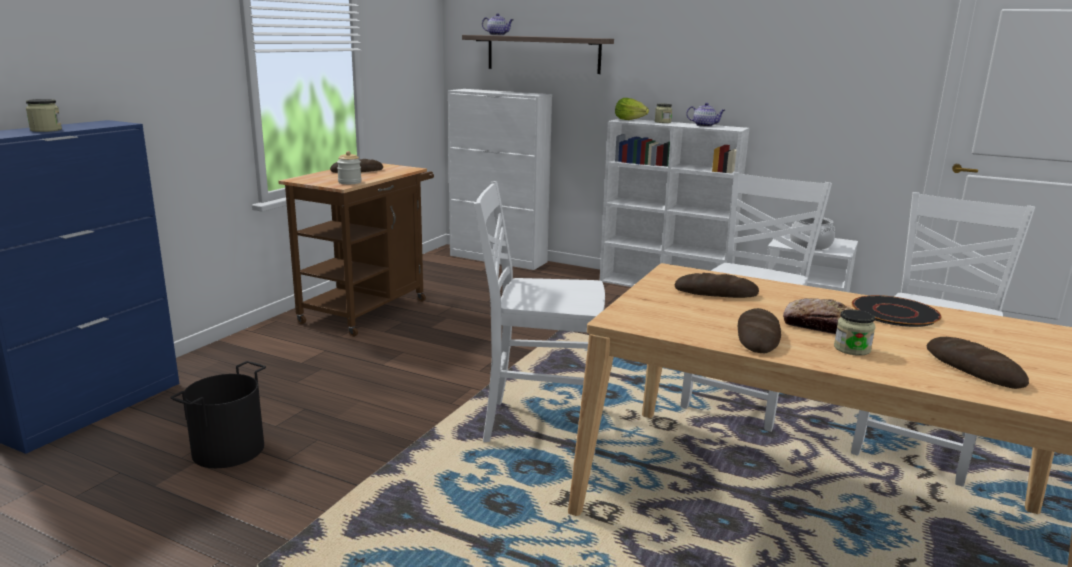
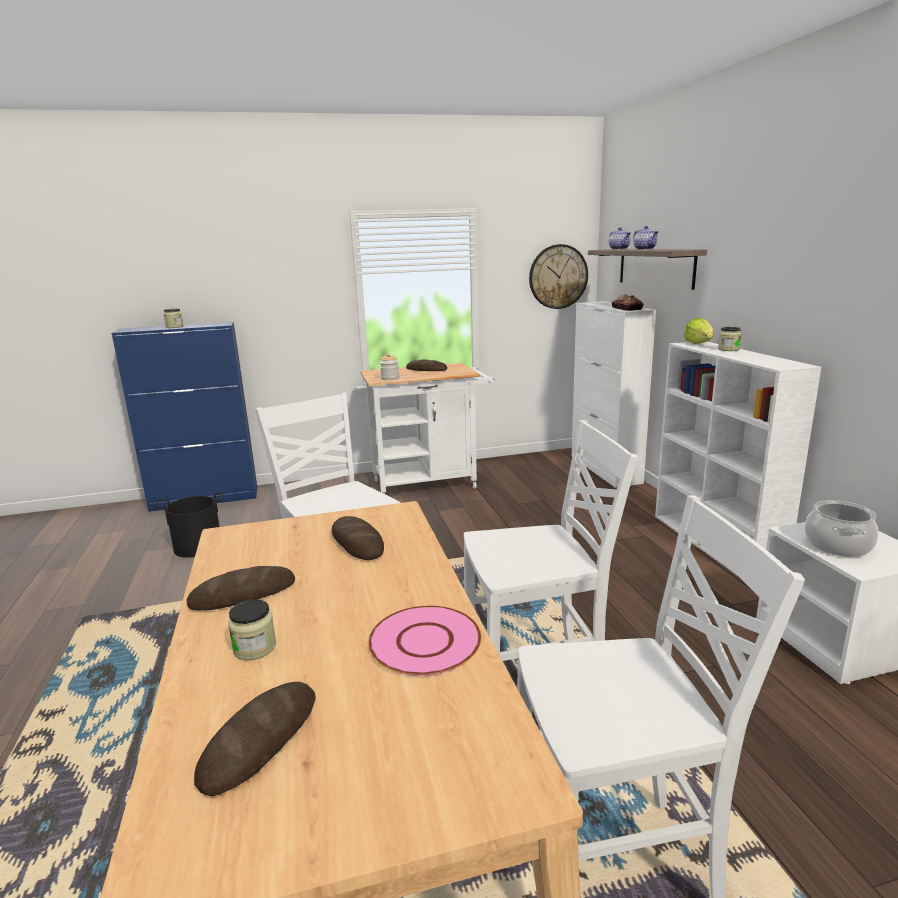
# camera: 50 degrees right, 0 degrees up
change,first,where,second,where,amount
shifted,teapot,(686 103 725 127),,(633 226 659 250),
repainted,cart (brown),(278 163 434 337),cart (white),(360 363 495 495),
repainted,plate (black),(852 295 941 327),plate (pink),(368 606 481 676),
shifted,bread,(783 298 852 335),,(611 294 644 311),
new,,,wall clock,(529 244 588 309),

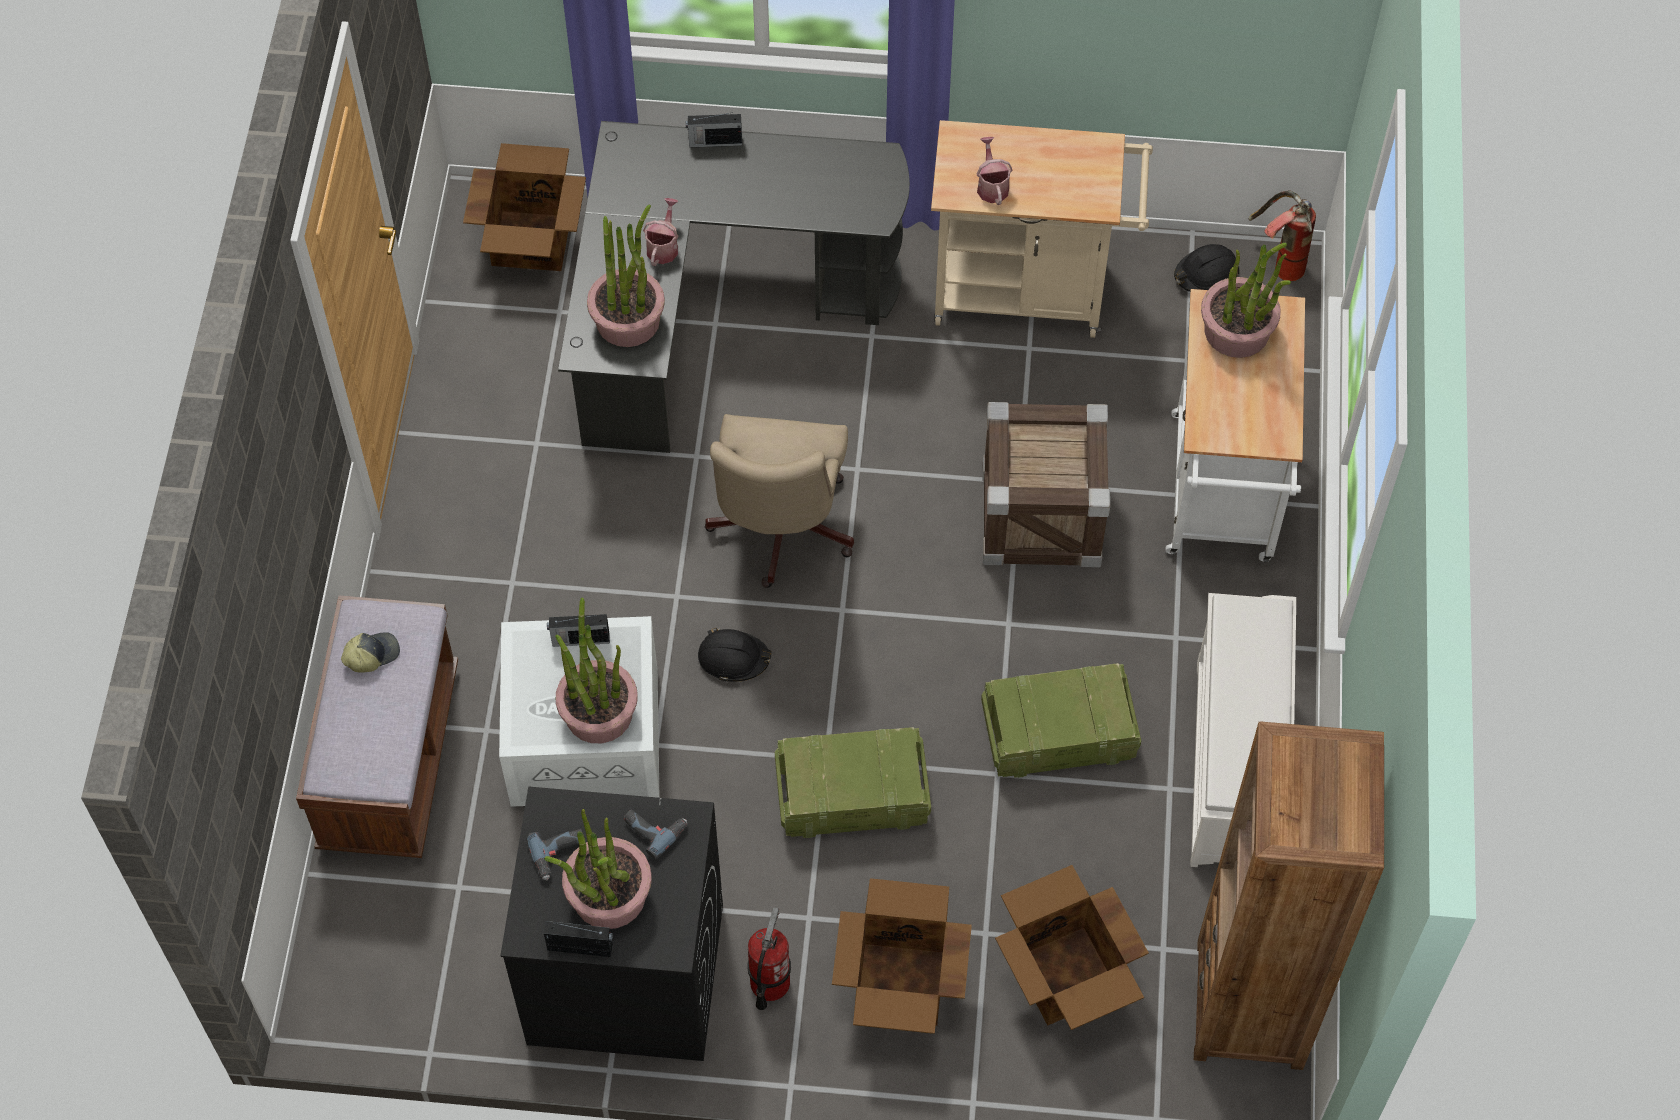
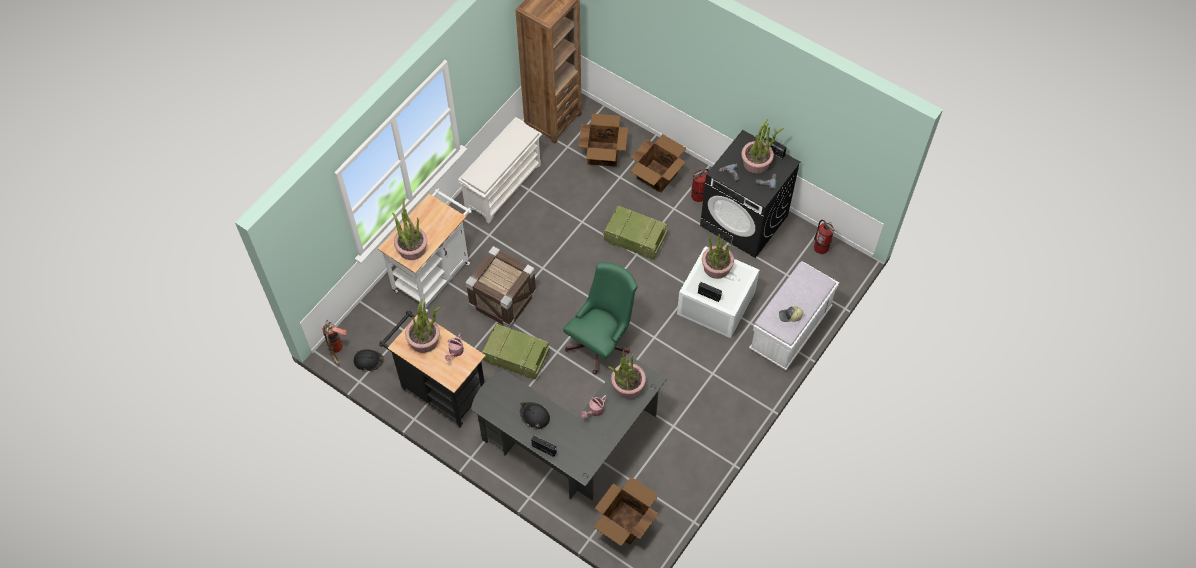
# camera: 150 degrees left, 0 degrees up
change,first,where,second,where,amount
repainted,cart (beige),(931 120 1153 338),cart (black),(379 311 486 427),
repainted,office chair (beige),(705 414 854 588),office chair (green),(563 262 638 374),
repainted,bench (brown),(296 595 458 858),bench (white),(749 261 839 370),
shifted,hard hat (black),(698 628 772 682),,(520 401 550 429),
shifted,crate,(981 663 1141 778),,(482 324 549 379),
new,,,fire extinguisher,(814 220 835 254),
new,,,potted plant,(405 299 440 353),

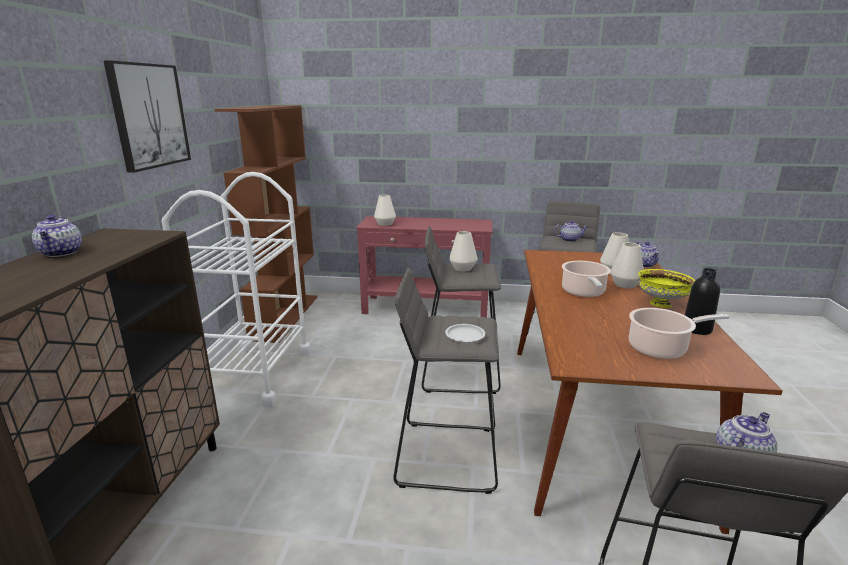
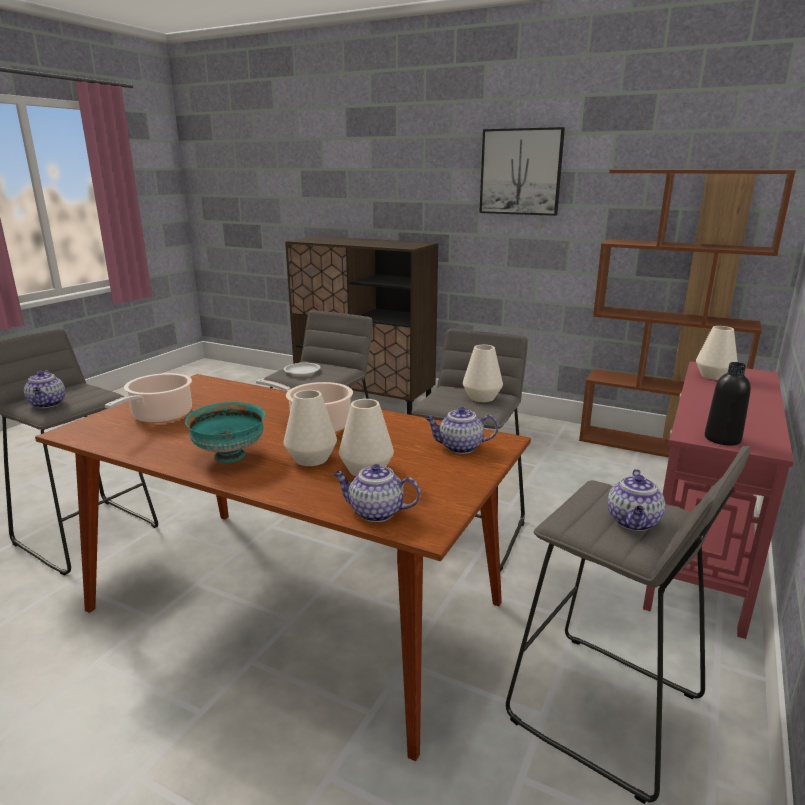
# camera: 110 degrees right, 0 degrees up
change,first,where,second,where,amount
gone,cart (white),(162 172 311 408),,,
shifted,teapot,(32 215 82 257),,(425 407 498 454),
shifted,bottle (black),(685 268 720 335),,(704 362 751 446),
repainted,bowl (yellow),(638 269 695 308),bowl (turquoise),(185 402 265 463),

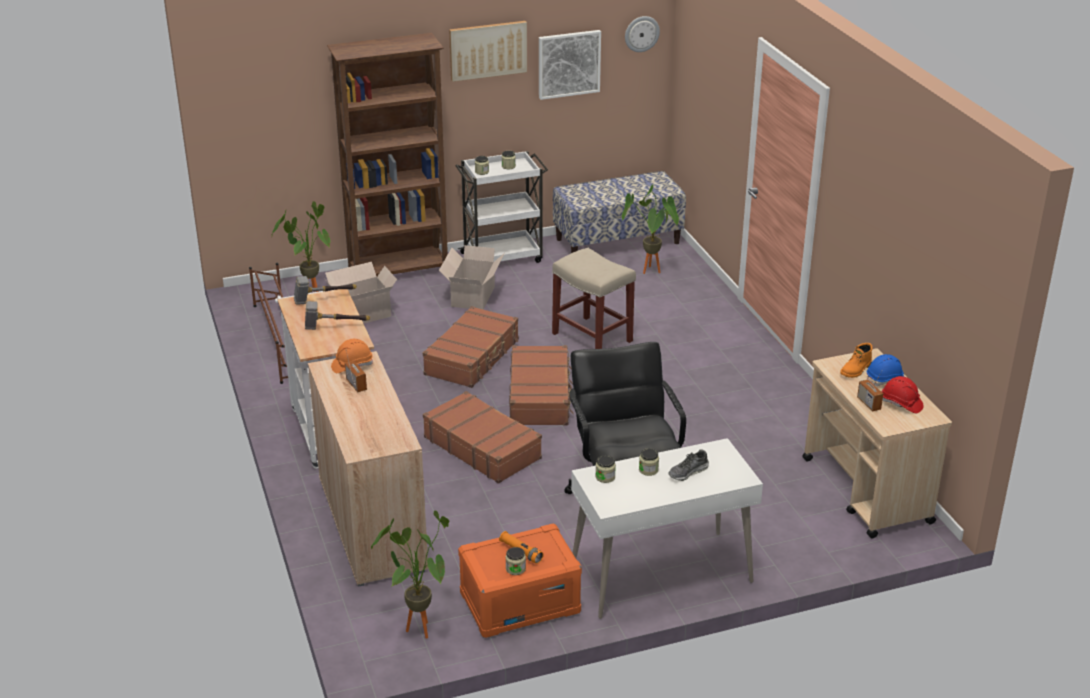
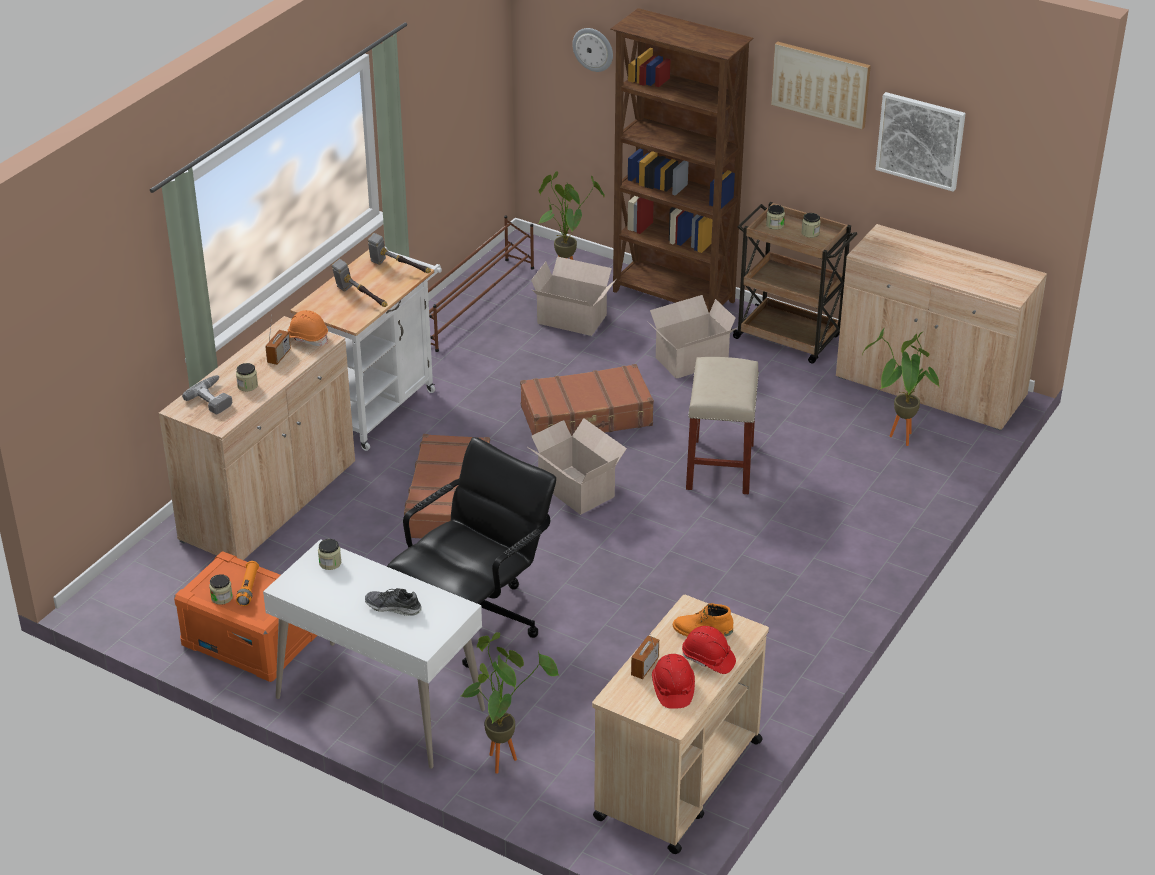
# camera: 50 degrees right, 5 degrees up
change,first,where,second,where,amount
shifted,wall clock,(625 16 660 52),,(572 28 613 72),
repainted,cart (white),(455 151 548 263),cart (brown),(731 202 857 364),
swapped,bench,(553 171 686 253),cabinet (beige),(836 224 1047 431),
swapped,suitcase (brown),(509 345 573 425),cardboard box,(526 418 627 515),
repainted,hard hat (blue),(867 354 905 386),hard hat (red),(682 626 736 674),
shifted,jar,(639 449 659 476),,(236 363 258 391),
shifted,potted plant,(371 511 449 639),,(461 632 559 774),
new,,,power drill,(182 375 232 415),

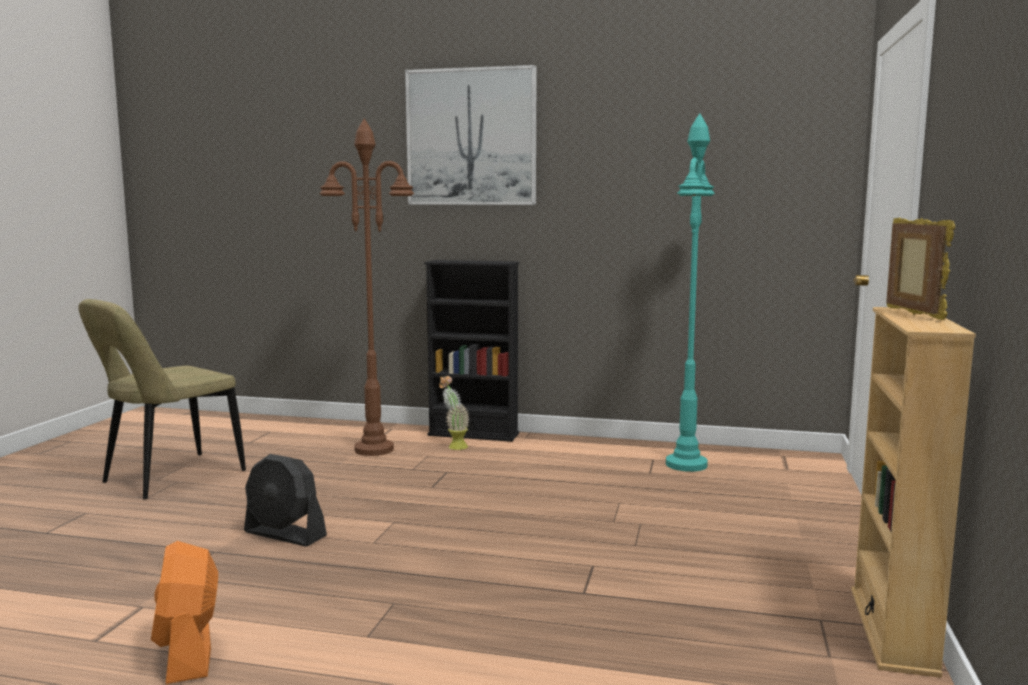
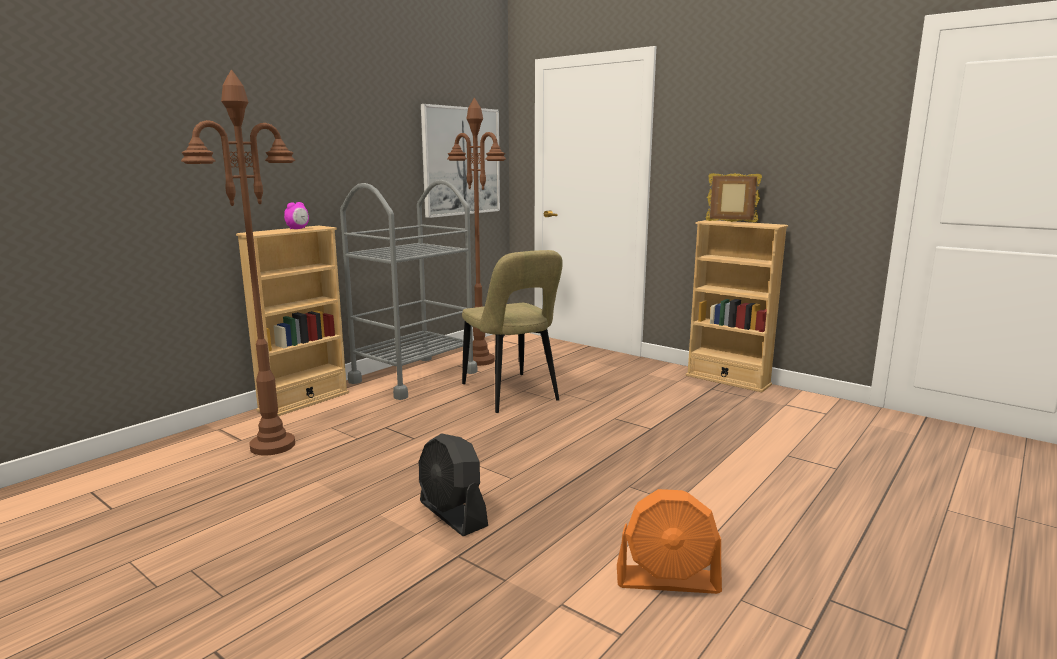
# camera: 65 degrees left, 5 degrees up
change,first,where,second,where,amount
shifted,picture,(405 65 537 205),,(421 104 500 218),
repainted,floor lamp (turquoise),(666 113 715 472),floor lamp (brown),(447 98 506 366),
repainted,bookcase (black),(424 260 520 442),bookcase (beige),(236 226 349 416),
shifted,chair (beige),(78 299 246 499),,(462 250 563 413),
gone,potted plant,(439 376 470 450),,,
rotated,fan (black),(244 454 327 547),,(419 433 488 536),90 degrees clockwise
new,,,cart (grey),(340 180 478 400),
new,,,alarm clock,(284 202 309 230),

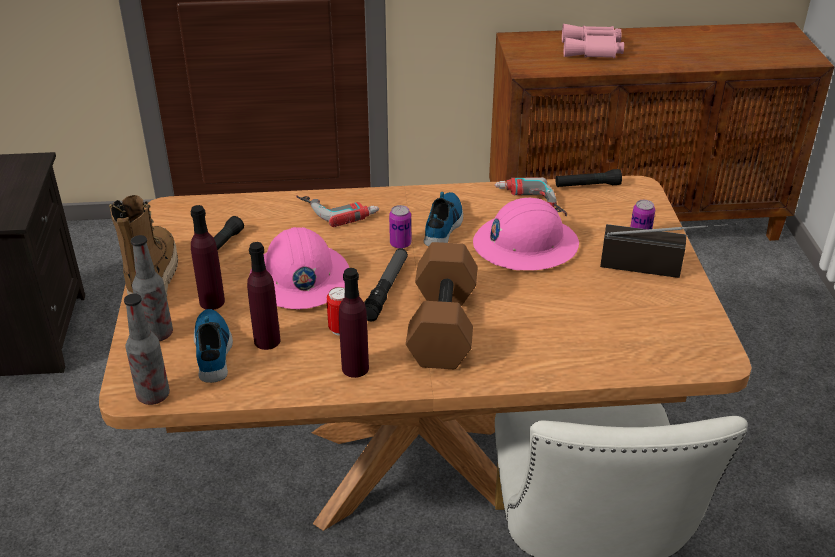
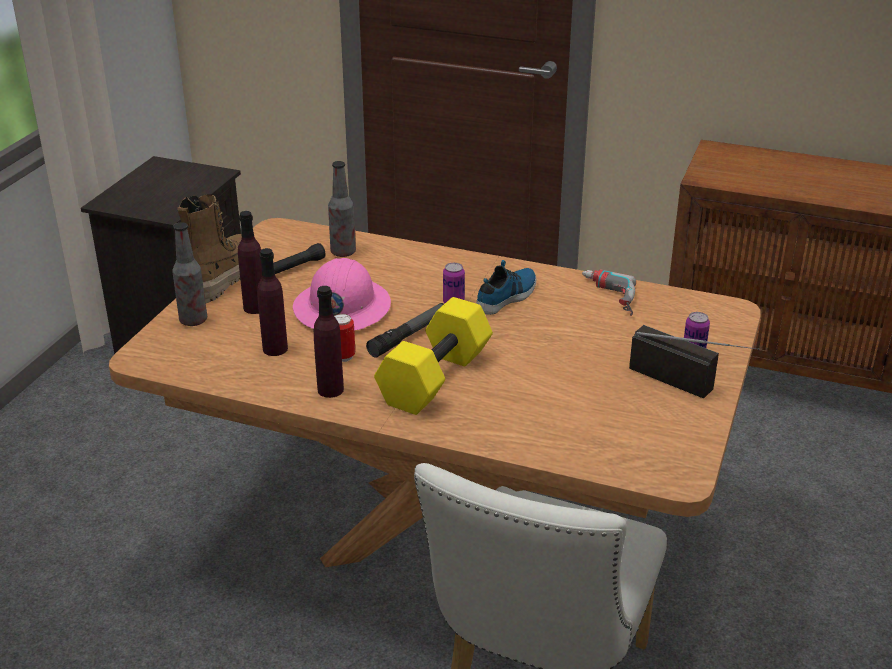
# camera: 25 degrees right, 5 degrees down
change,first,where,second,where,amount
gone,binoculars (pink),(562 24 624 58),,,
gone,flashlight (black),(556 169 622 187),,,
gone,power drill,(296 195 379 227),,,
gone,hard hat (pink),(473 198 579 270),,,
repainted,dumbbell (brown),(406 242 477 369),dumbbell (yellow),(374 297 493 415),
shifted,bottle,(124 293 170 405),,(328 161 356 257),
gone,shoe,(194 309 233 383),,,

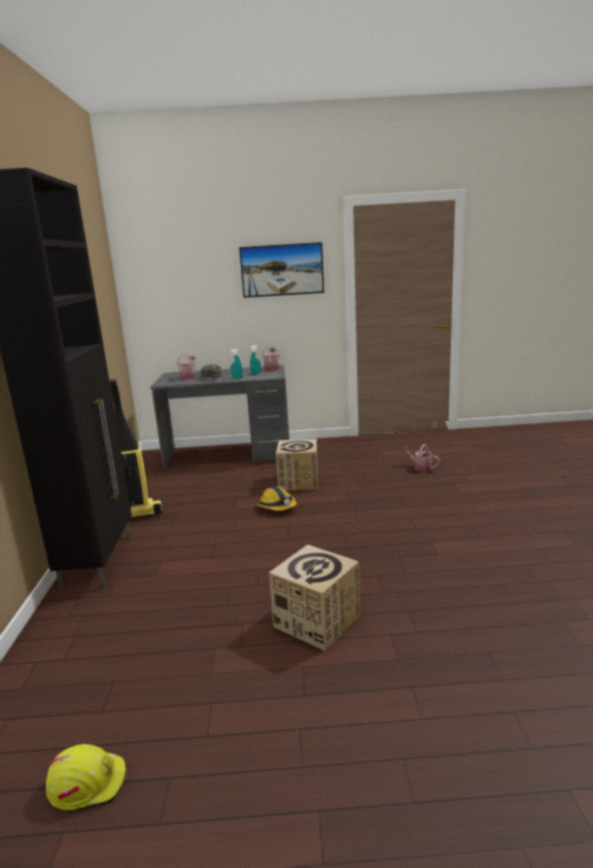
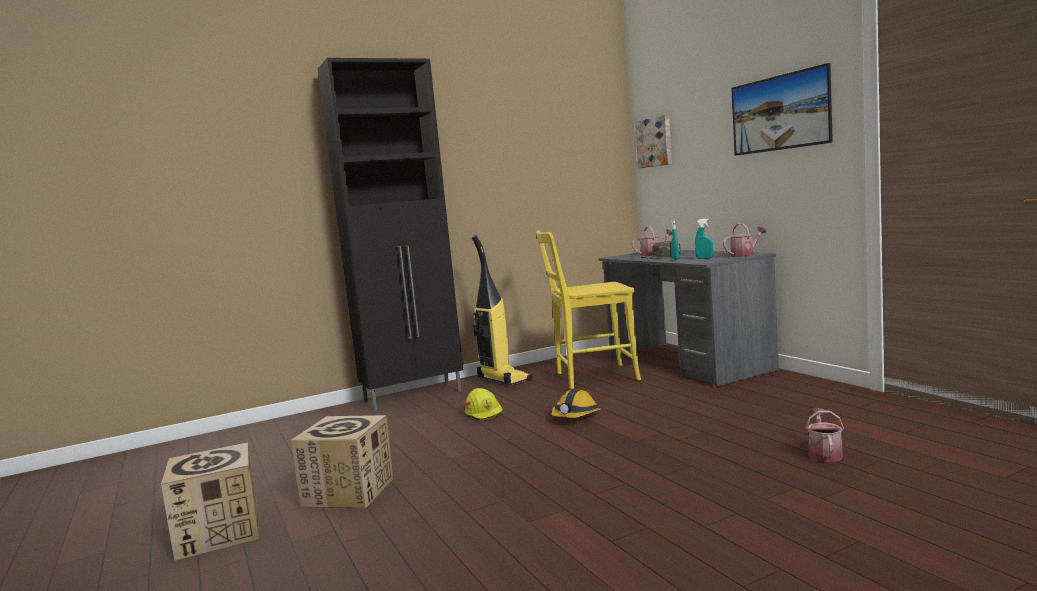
# camera: 65 degrees right, 10 degrees down
change,first,where,second,where,amount
shifted,cardboard box,(276 439 318 491),,(161 442 259 561),
shifted,hard hat (yellow),(46 744 126 812),,(465 388 504 421),
new,,,picture,(635 115 672 168),
new,,,chair (yellow),(536 230 641 389),

